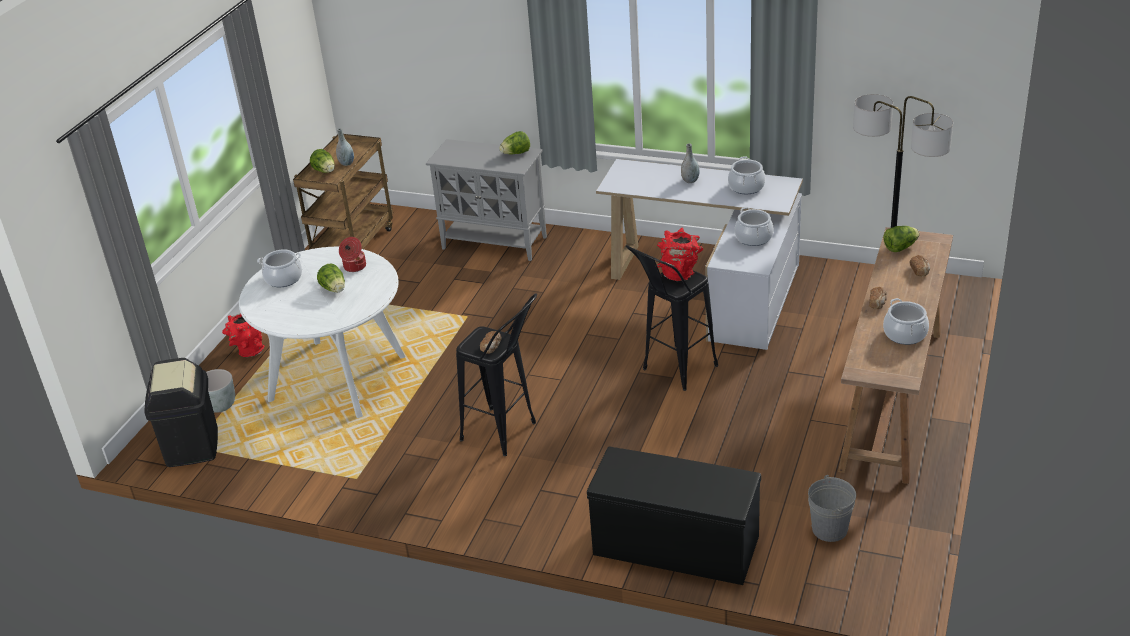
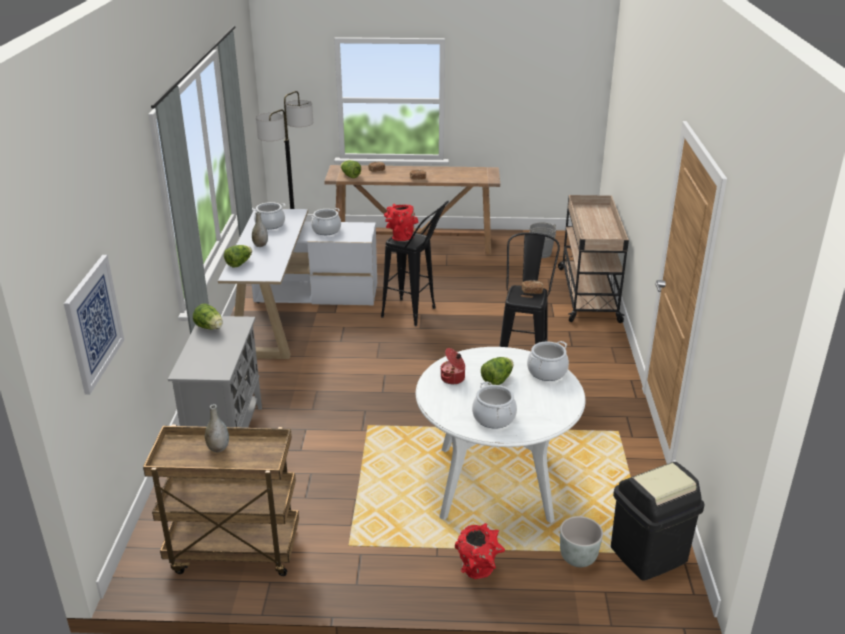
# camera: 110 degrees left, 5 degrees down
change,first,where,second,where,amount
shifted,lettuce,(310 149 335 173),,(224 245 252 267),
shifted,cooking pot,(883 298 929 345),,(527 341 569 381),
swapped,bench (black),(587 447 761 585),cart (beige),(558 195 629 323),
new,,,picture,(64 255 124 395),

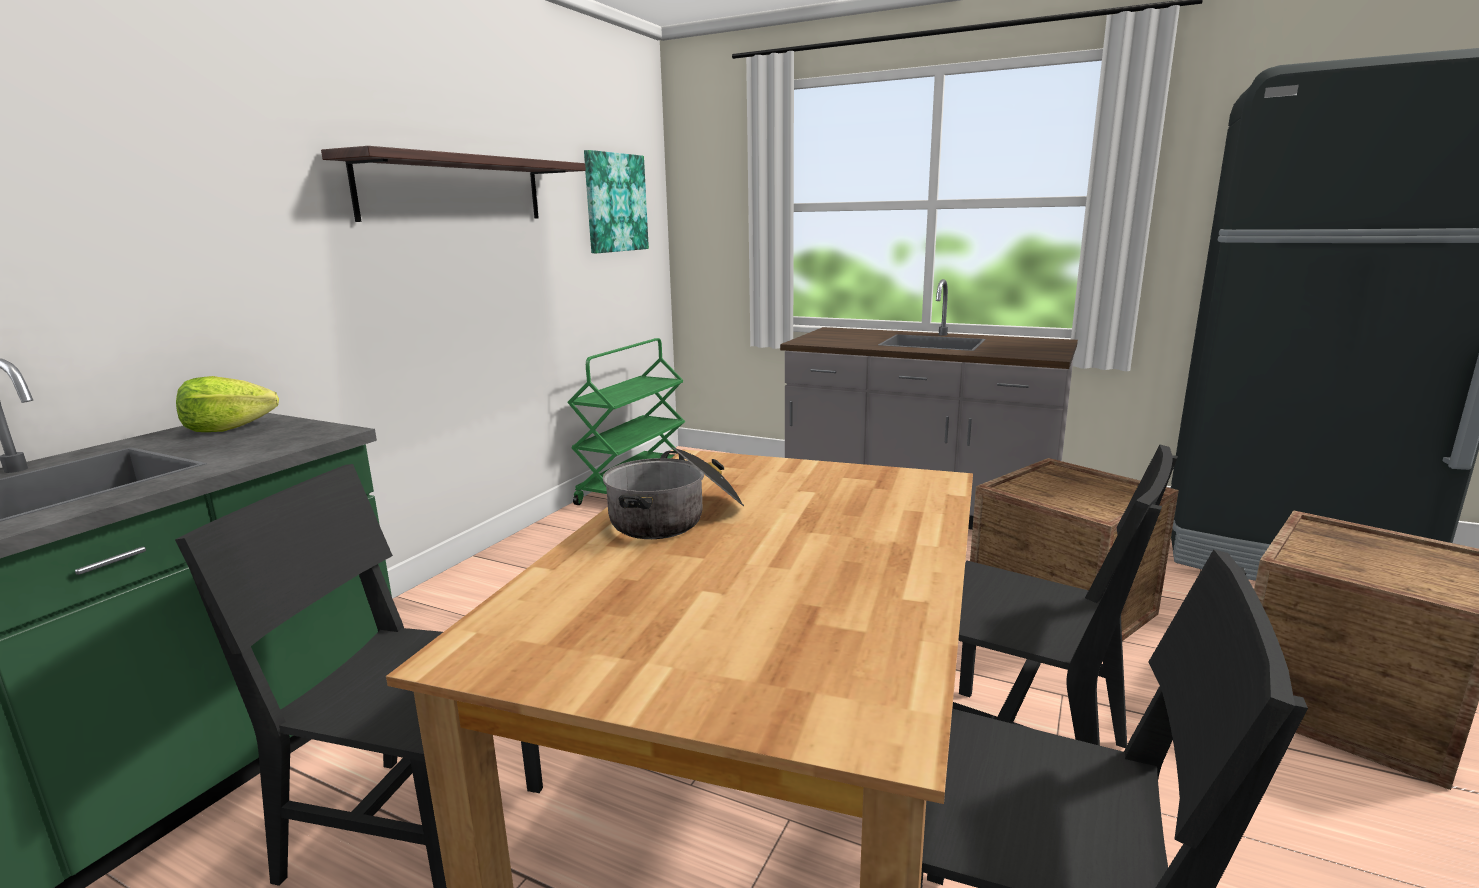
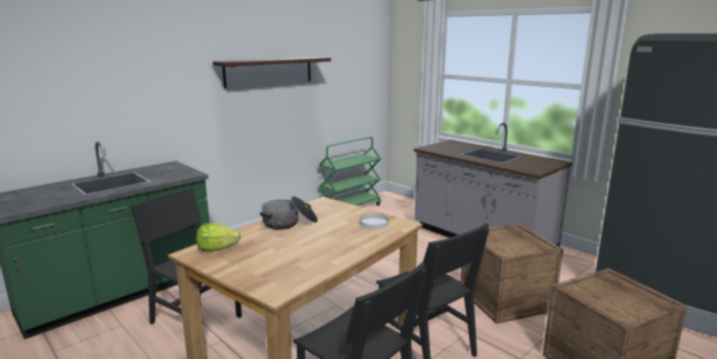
# camera: 20 degrees right, 0 degrees up
change,first,where,second,where,amount
gone,picture,(584 150 649 253),,,
shifted,lettuce,(176 376 279 432),,(196 223 241 251),
new,,,plate (white),(360 214 389 229),

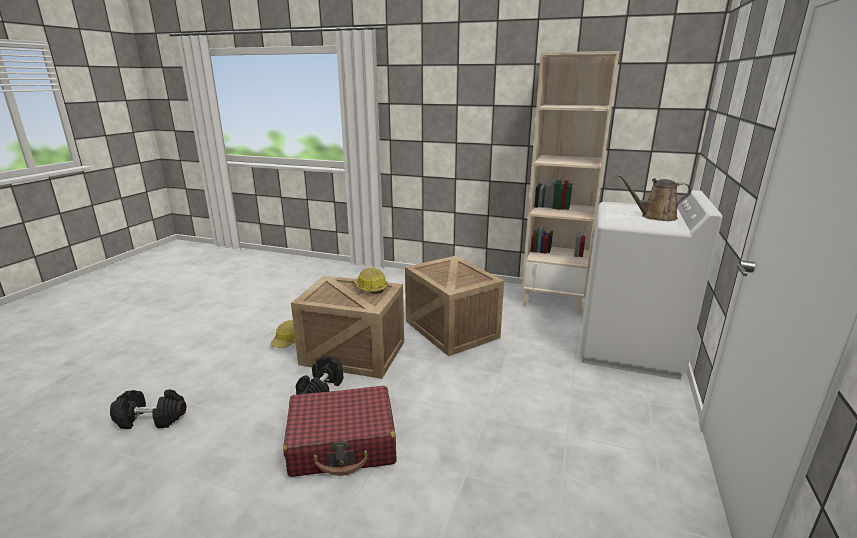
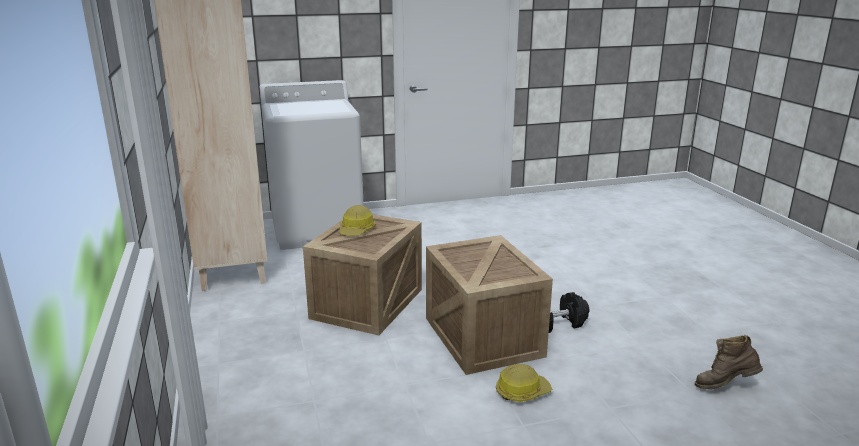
# camera: 125 degrees left, 0 degrees up
change,first,where,second,where,amount
gone,watering can (brown),(617 174 692 221),,,
shifted,hard hat,(353 268 388 294),,(339 205 376 236),
gone,suitcase (red),(283 386 396 477),,,
swapped,dumbbell (black),(110 389 186 429),boot (brown),(695 335 763 389),

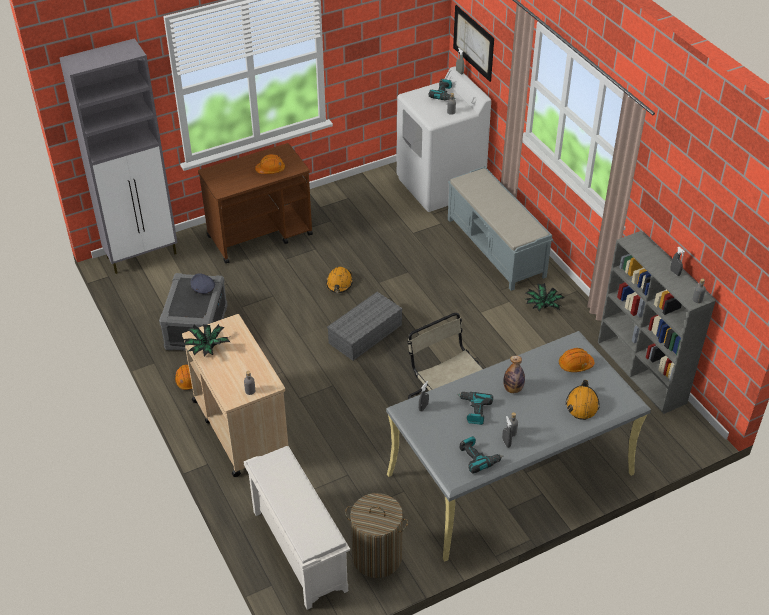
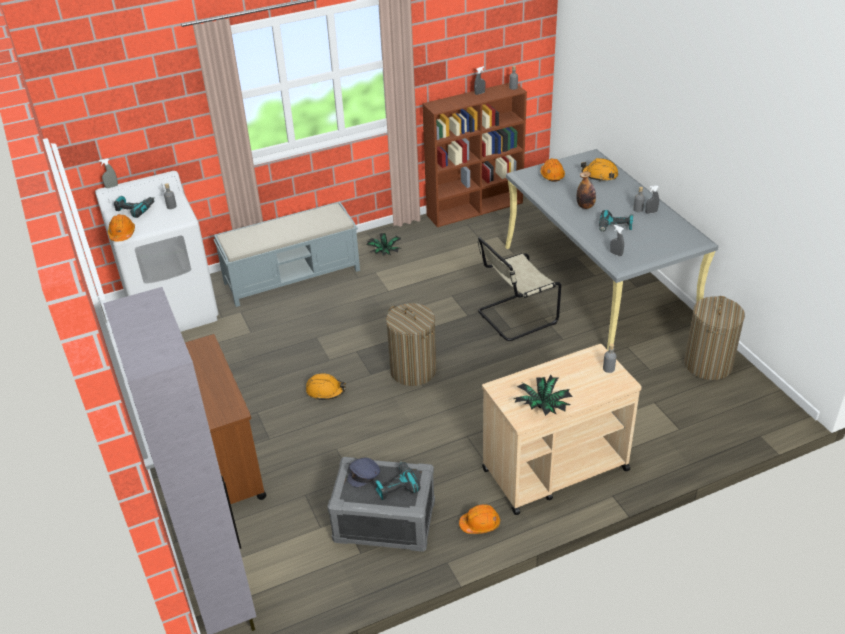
# camera: 85 degrees left, 5 degrees down
change,first,where,second,where,amount
gone,picture,(453 5 494 82),,,
shifted,hard hat (orange),(255 154 285 174),,(108 214 135 242),
repainted,bookcase (grey),(598 231 716 414),bookcase (brown),(422 83 527 227),
swapped,storage box (grey),(327 292 403 361),laundry basket,(386 303 436 386),
shifted,power drill,(460 436 503 474),,(375 461 421 500),
gone,shoe rack (white),(244 446 350 610),,,

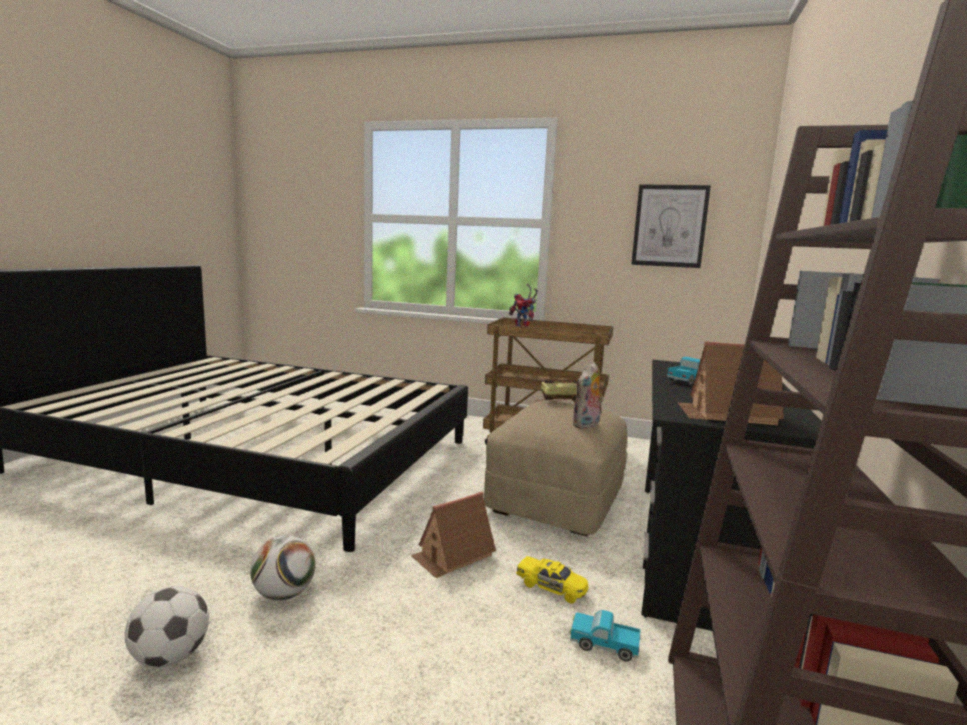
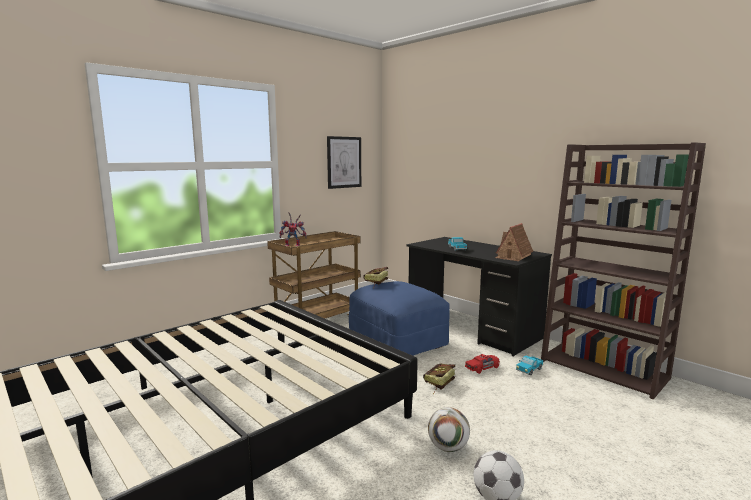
# camera: 60 degrees left, 0 degrees up
change,first,where,second,where,amount
gone,plush toy,(572 362 604 429),,,
repainted,ottoman (beige),(484 401 627 536),ottoman (blue),(349 281 450 356),
swapped,toy house,(411 492 496 578),book,(423 364 455 394),
repainted,toy car (yellow),(516 556 589 604),toy car (red),(465 354 500 374),

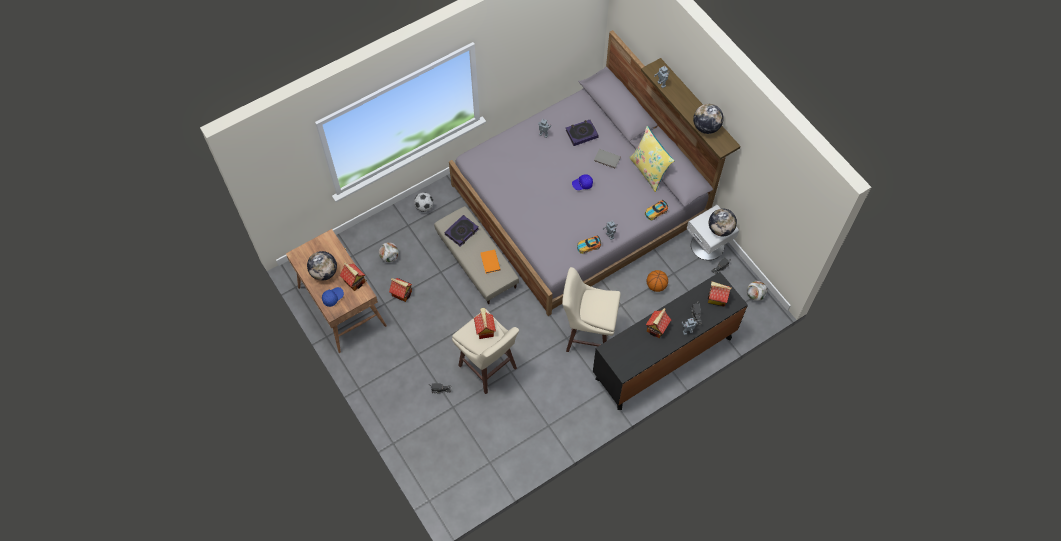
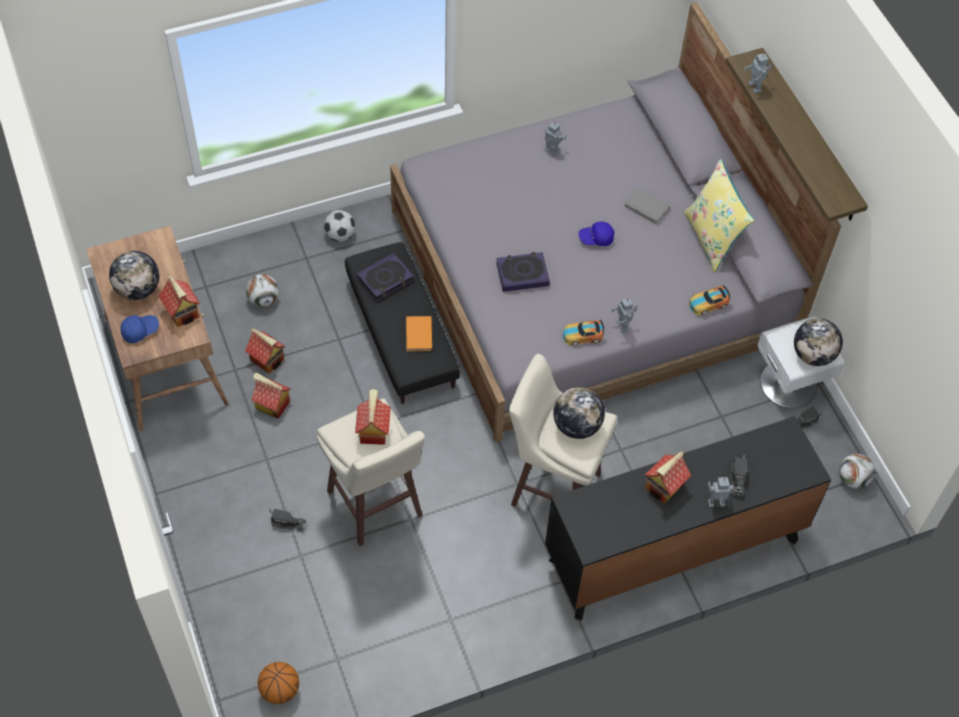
# camera: 10 degrees right, 5 degrees down
change,first,where,second,where,amount
shifted,globe,(693 104 724 134),,(553 387 605 439),
shifted,book,(566 120 599 146),,(496 252 550 292),
repainted,ottoman (beige),(434 206 519 304),ottoman (black),(345 242 460 404),
shifted,basketball,(647 270 668 292),,(258 662 299 704),
shifted,toy house,(708 281 731 307),,(251 373 291 419),

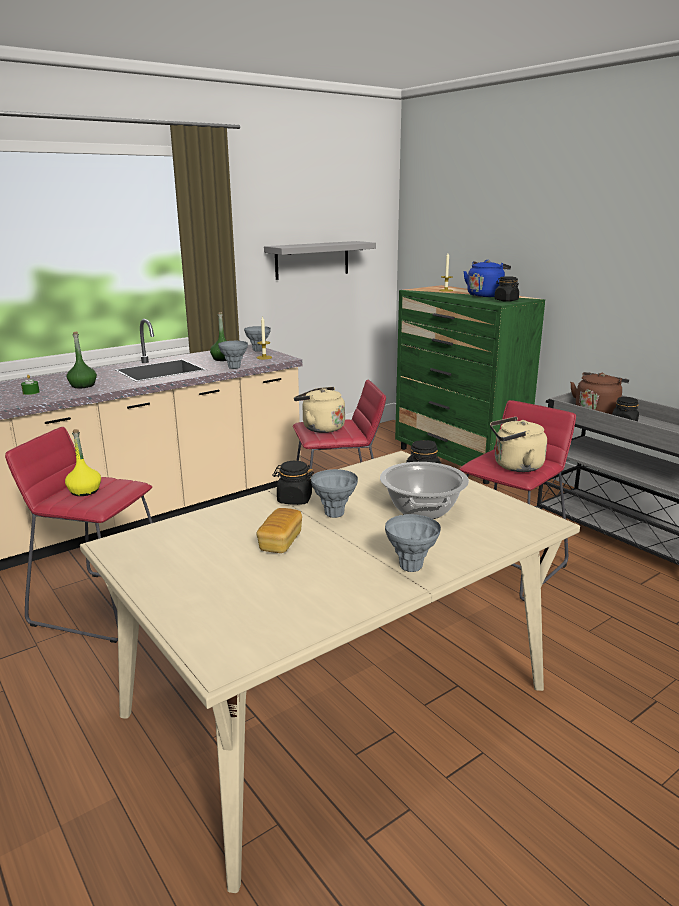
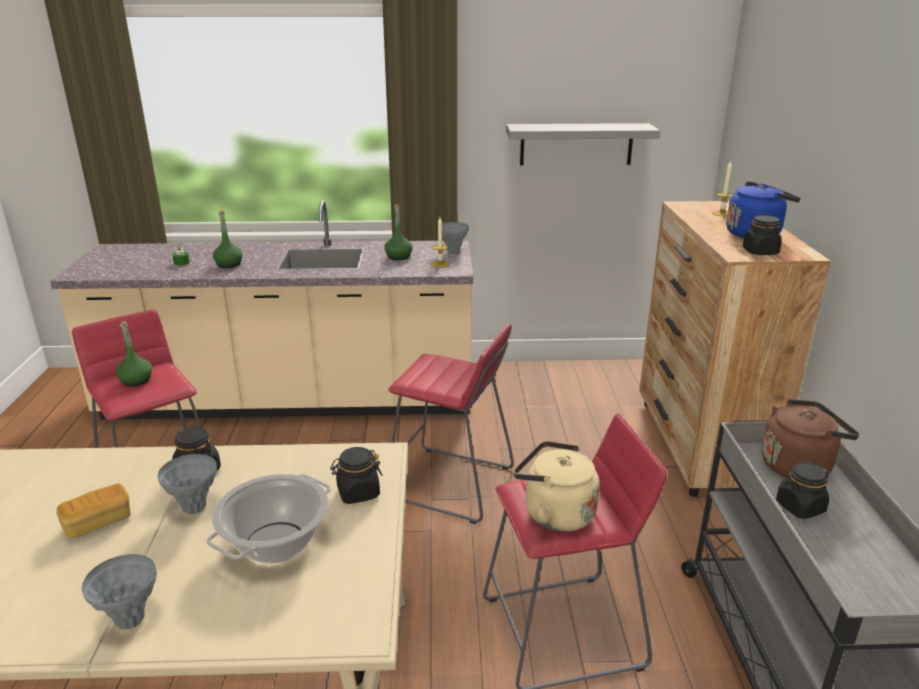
# camera: 35 degrees right, 5 degrees up
change,first,where,second,where,amount
repainted,dresser (green),(395 285 545 484),dresser (brown),(639 201 831 497),
gone,vase (grey),(218 341 248 369),,,
gone,kettle (beige),(294 387 345 433),,,
repainted,bottle (yellow),(65 429 101 496),bottle (green),(116 321 152 387),

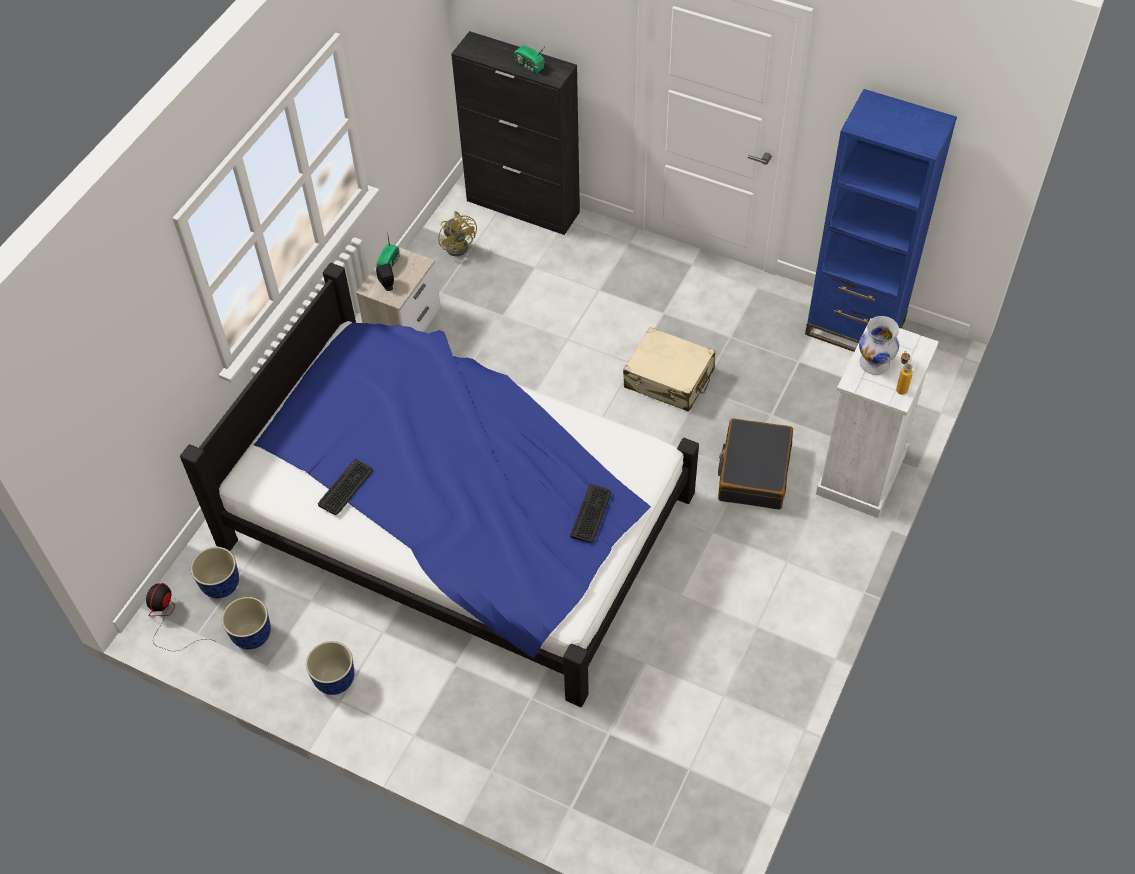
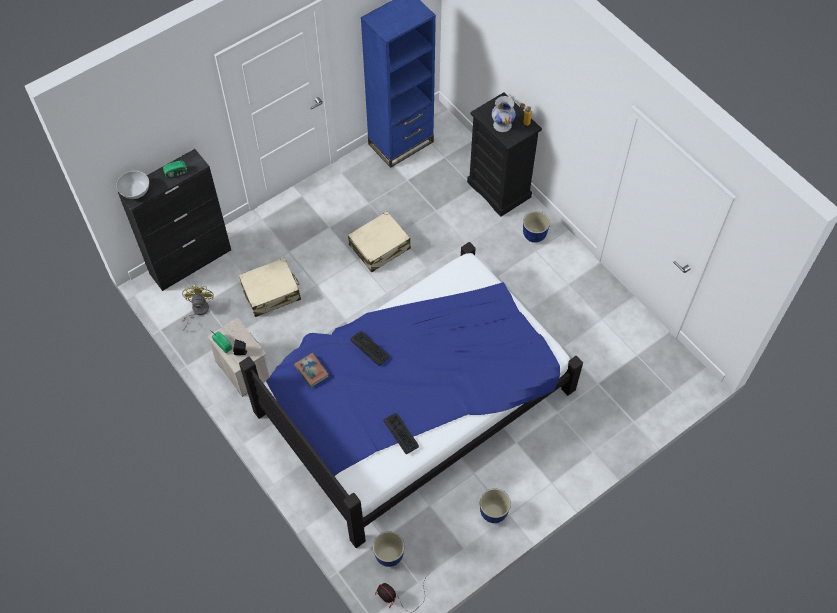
# camera: 65 degrees left, 5 degrees up
change,first,where,second,where,amount
rotated,fan (yellow),(438 211 477 256),,(182 284 214 331),90 degrees counterclockwise
repainted,dresser (white),(816 318 939 518),dresser (black),(467 92 542 217),
gone,suitcase (black),(718 418 793 510),,,
shifted,keyboard,(570 484 611 543),,(350 331 389 366),
shifted,planter,(222 597 271 649),,(523 211 550 243),
new,,,bowl (white),(116 171 149 199),
new,,,suitcase (beige),(239 258 301 317),
new,,,book,(294 353 329 387),

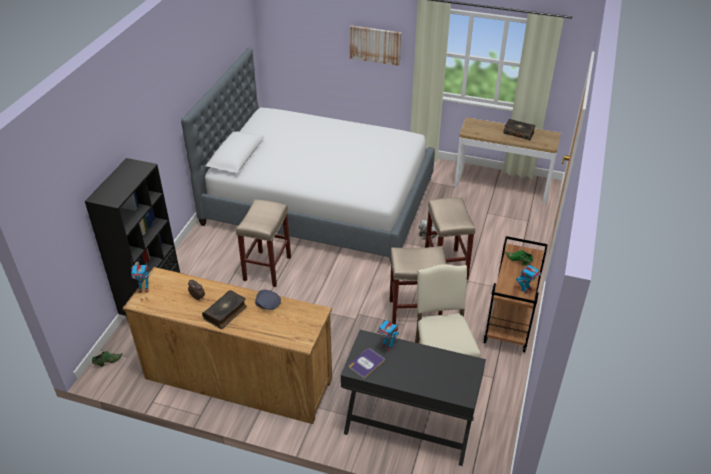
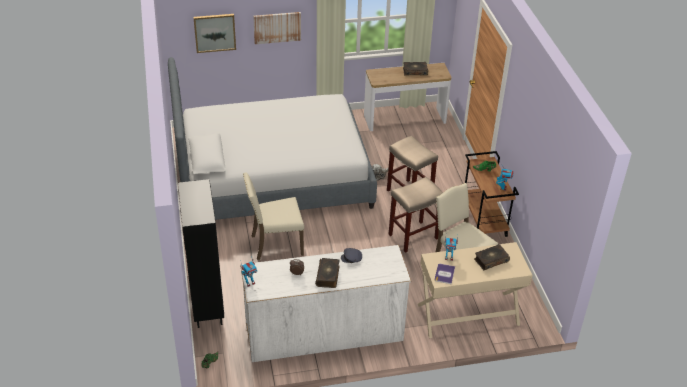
# camera: 30 degrees left, 0 degrees up
change,first,where,second,where,amount
swapped,stool (beige),(236 199 291 287),chair (beige),(243 173 304 260),
repainted,dresser (brown),(122 267 332 424),dresser (white),(240 245 411 362),
repainted,desk (black),(341 330 486 466),desk (beige),(418 242 533 338),
new,,,picture,(193 14 236 53),
new,,,book,(474 244 510 270),

